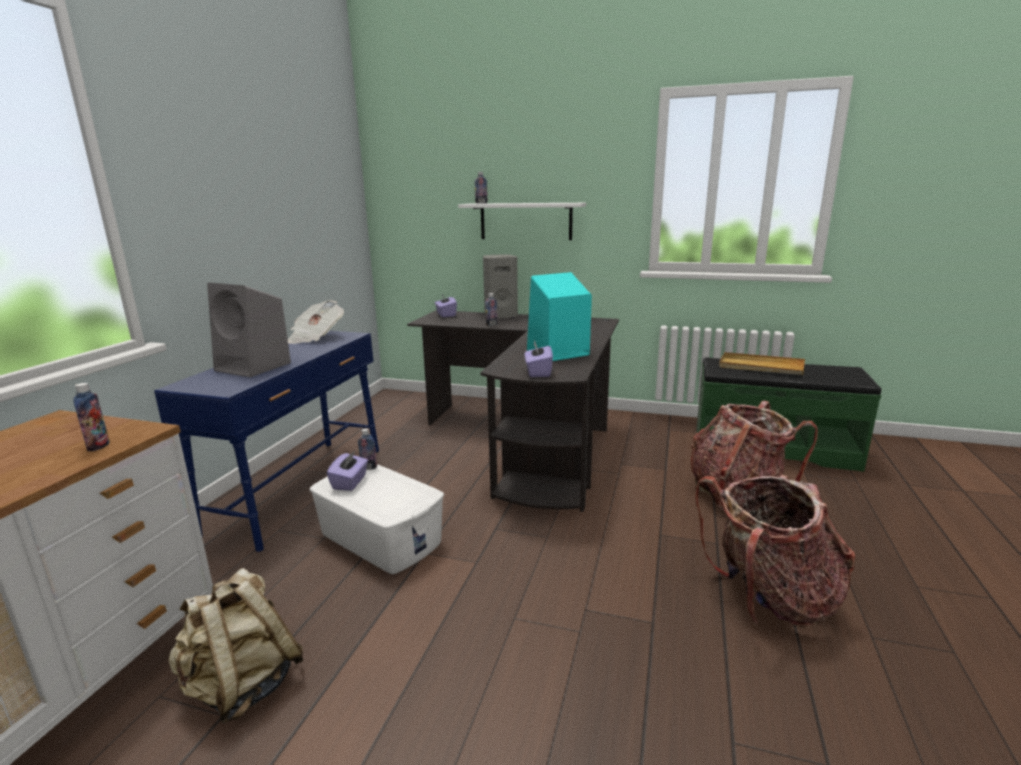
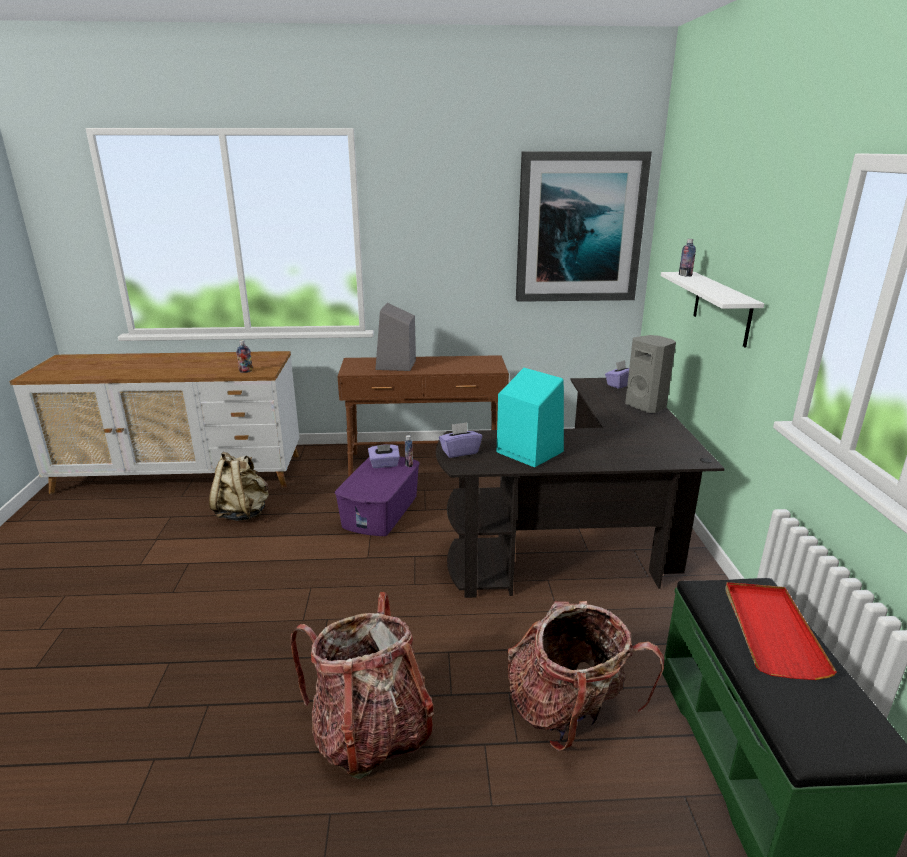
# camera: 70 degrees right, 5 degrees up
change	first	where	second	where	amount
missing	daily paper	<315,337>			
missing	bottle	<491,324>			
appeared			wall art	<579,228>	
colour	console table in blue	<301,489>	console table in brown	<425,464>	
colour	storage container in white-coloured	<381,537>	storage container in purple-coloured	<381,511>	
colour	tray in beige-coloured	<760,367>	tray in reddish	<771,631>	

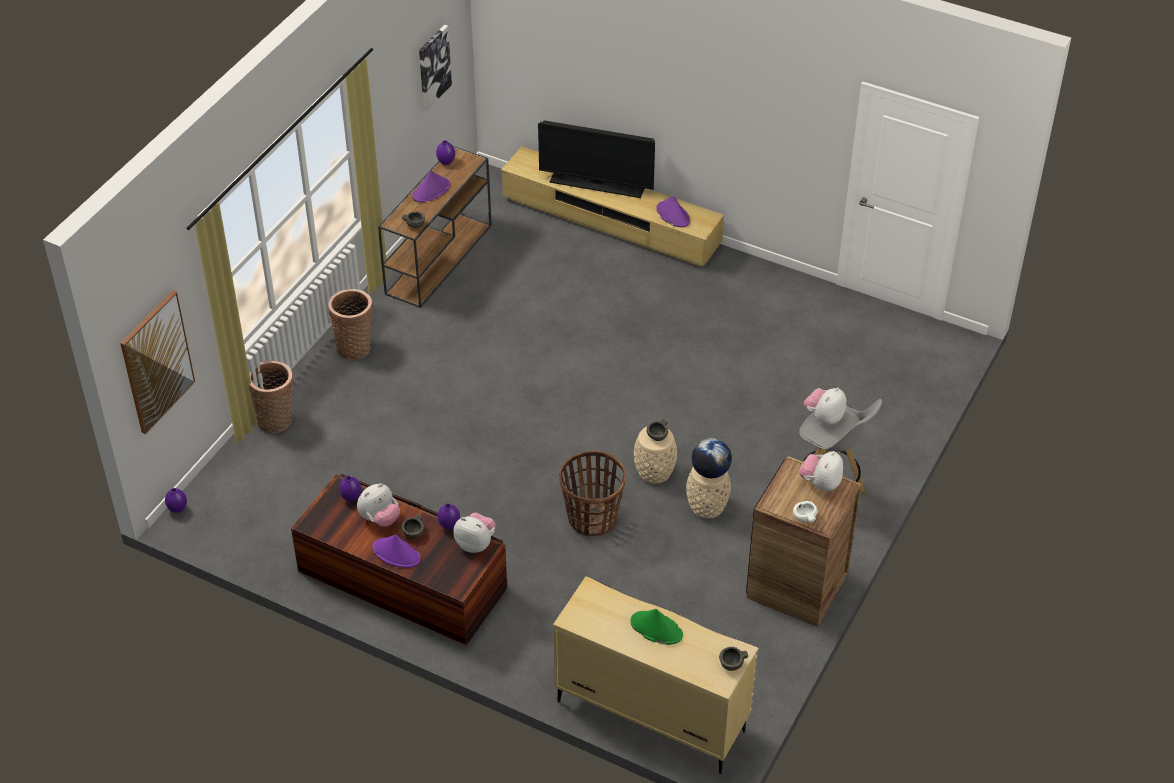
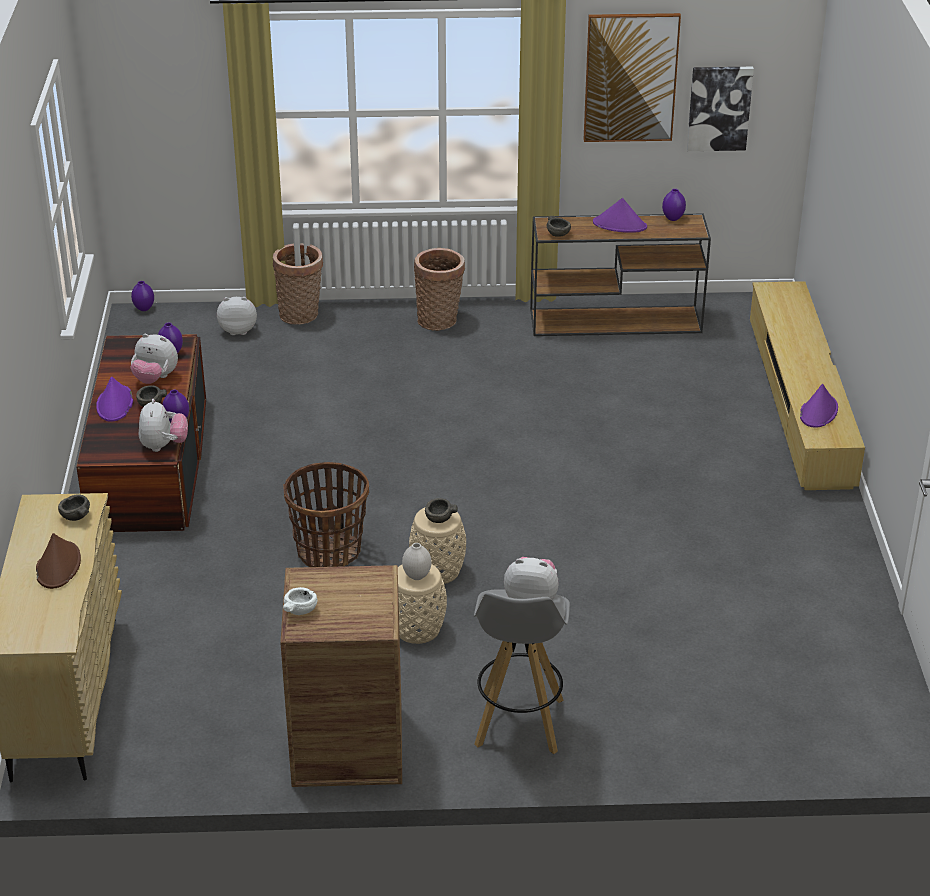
# camera: 60 degrees right, 10 degrees down
change	first	where	second	where	amount
missing	TV set	<597,185>			
relocated	wall art	<157,362>		<630,77>	
relocated	deep dish in greyish	<731,664>		<75,516>	
relocated	plush toy	<820,483>		<238,330>	
exchanged	desk globe	<710,471>	decorative vase in white-coloured	<416,576>	
colour	hat in greenish	<656,628>	hat in brown	<58,566>	

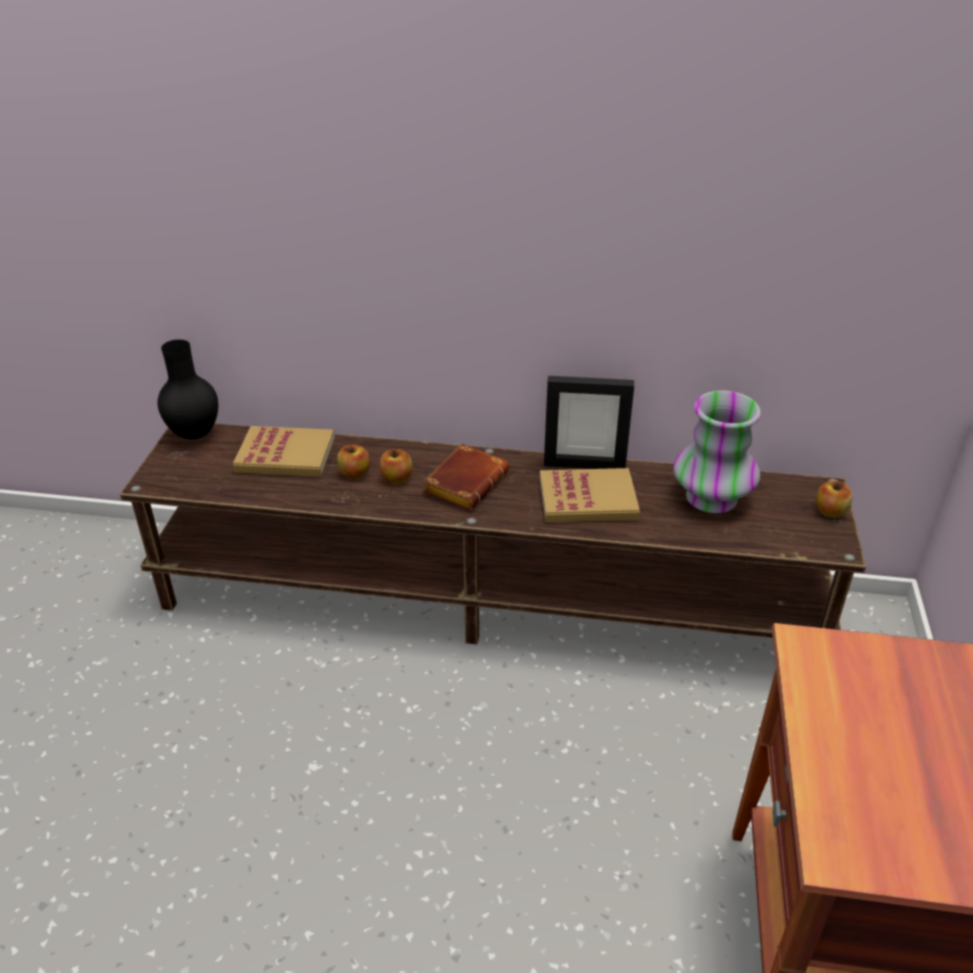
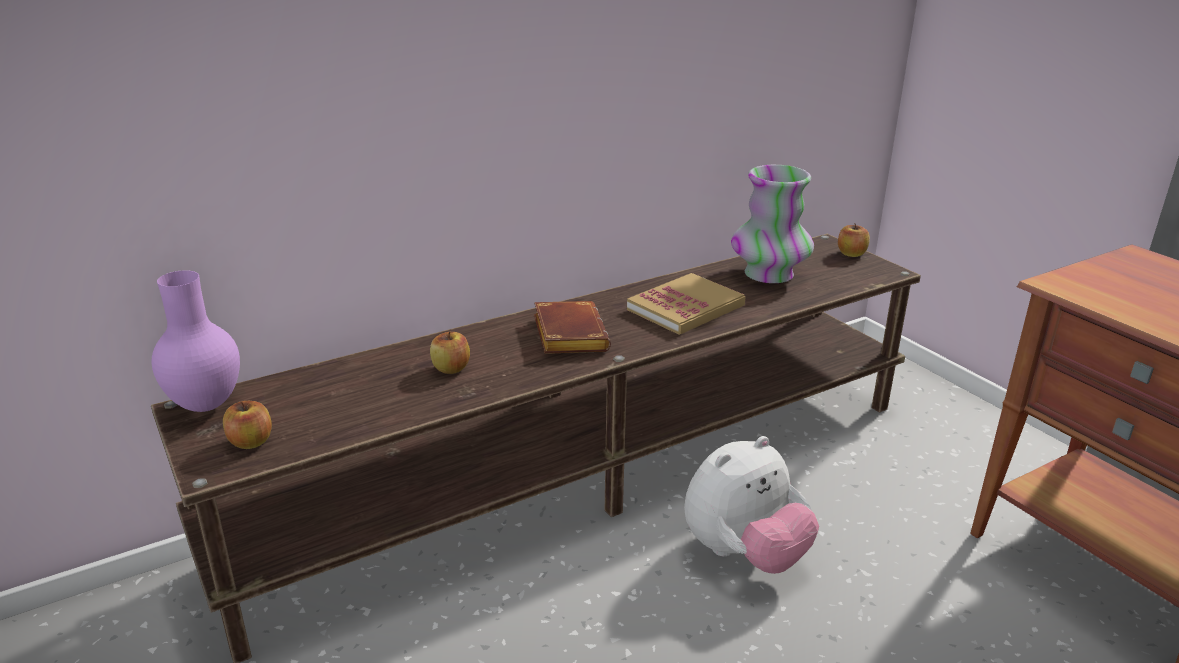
# camera: 40 degrees left, 10 degrees down
change	first	where	second	where	amount
missing	volume	<285,455>			
missing	photo frame	<584,464>			
appeared			plush toy	<744,554>	
relocated	apple fruit	<396,478>		<251,442>	
colour	decorative vase in black	<196,433>	decorative vase in purple-coloured	<207,404>	

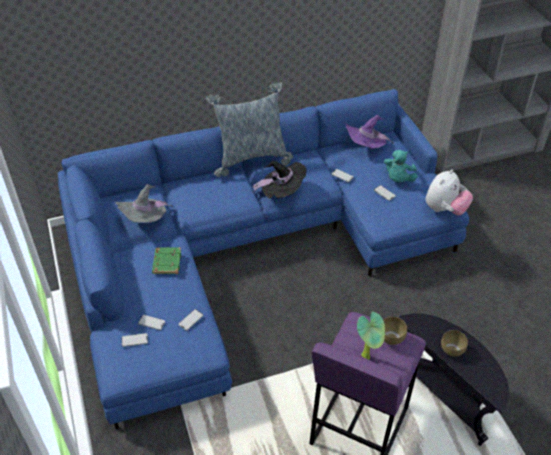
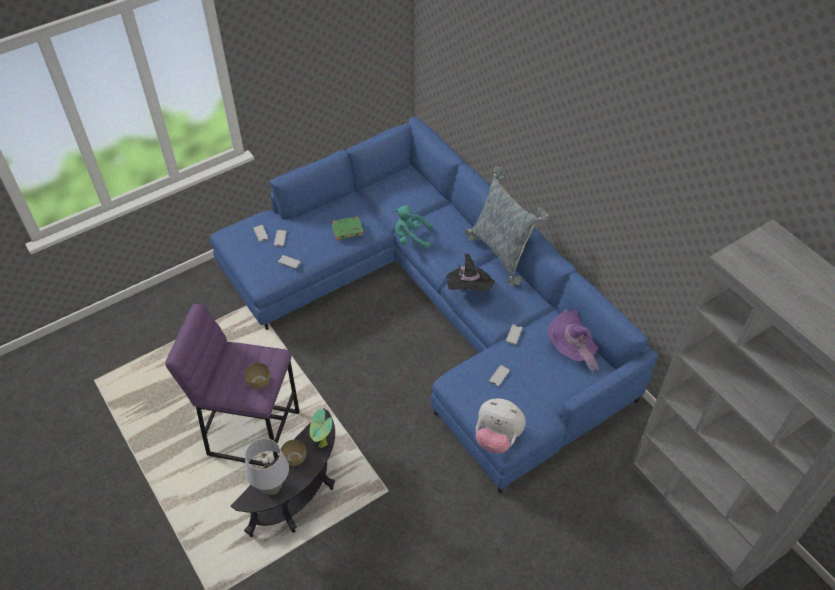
# camera: 75 degrees right, 5 degrees up
change	first	where	second	where	amount
missing	hat in greyish	<145,221>			
appeared			table lamp in greyish	<272,488>	
relocated	potted plant	<368,357>		<323,446>	
relocated	plush toy in turquoise	<398,179>		<411,238>	

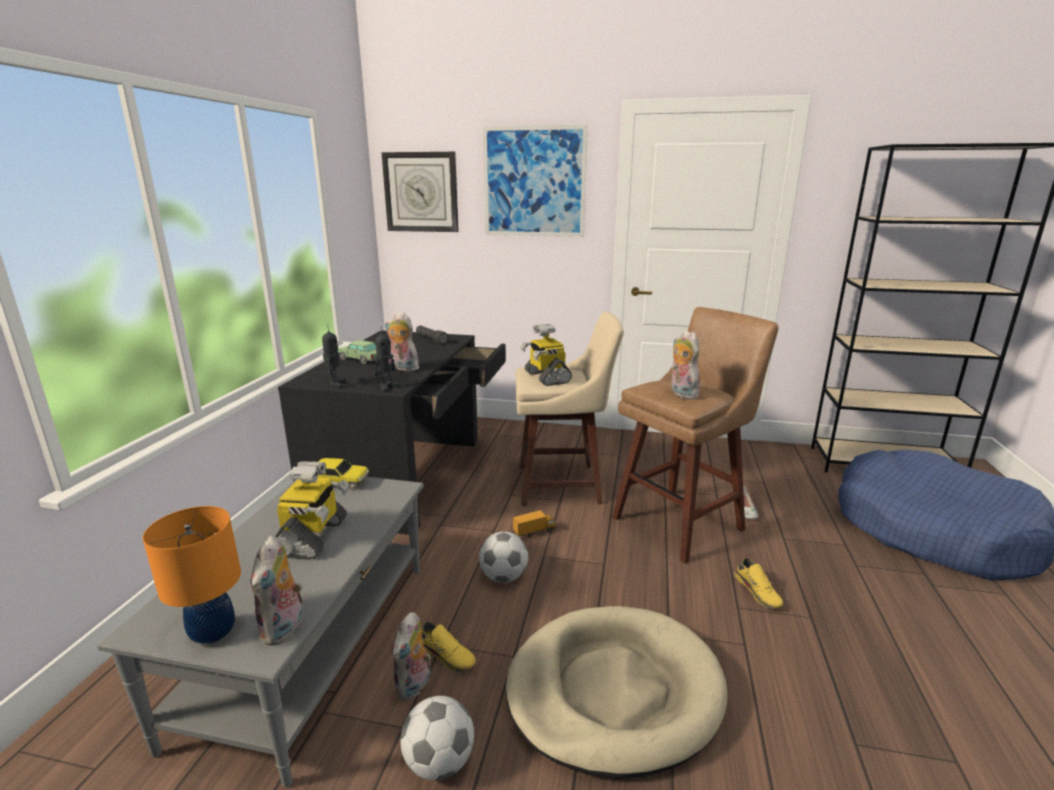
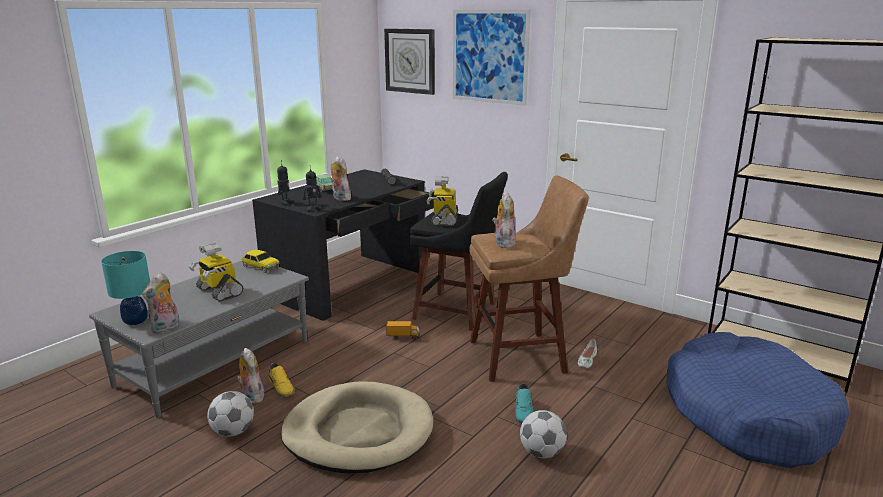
# camera: 25 degrees right, 0 degrees up
change	first	where	second	where	amount
relocated	football ball	<503,577>		<541,453>	
colour	table lamp in orangey	<215,632>	table lamp in turquoise	<137,321>	
colour	stool in beige-coloured	<563,484>	stool in black	<458,311>	
colour	item of footwear in yellow-coloured	<758,592>	item of footwear in turquoise	<524,412>	
spun	robot figure	<313,537>		<218,292>	105 degrees clockwise
spun	plush toy	<414,686>		<251,396>	105 degrees clockwise

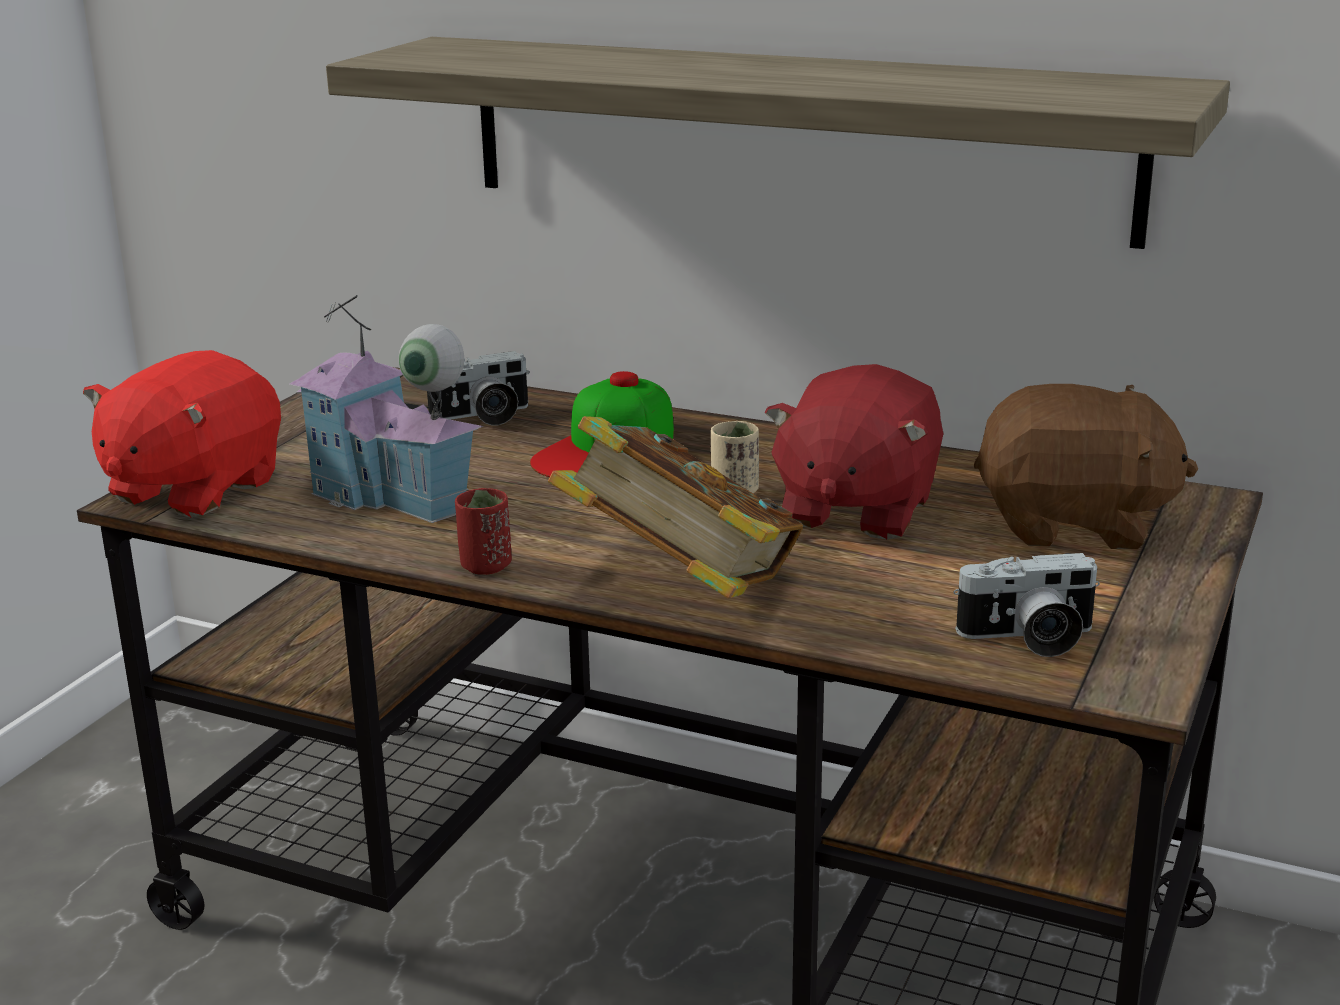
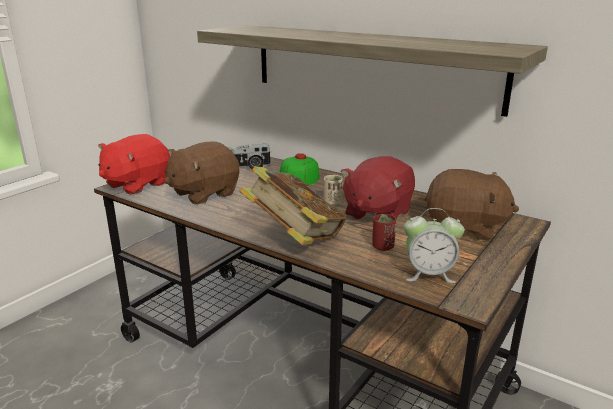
# camera: 10 degrees right, 0 degrees up
change	first	where	second	where	amount
relocated	drinking cup in reddish	<485,566>		<382,247>	
exchanged	miniature house	<390,497>	plush toy in brown	<203,193>	
exchanged	still camera	<1029,638>	bedside clock	<429,274>	

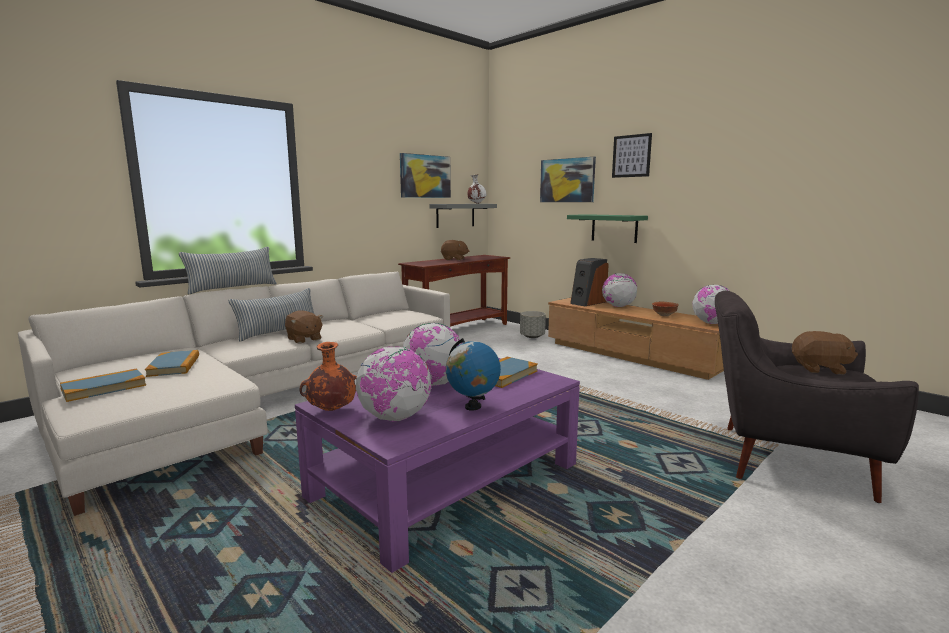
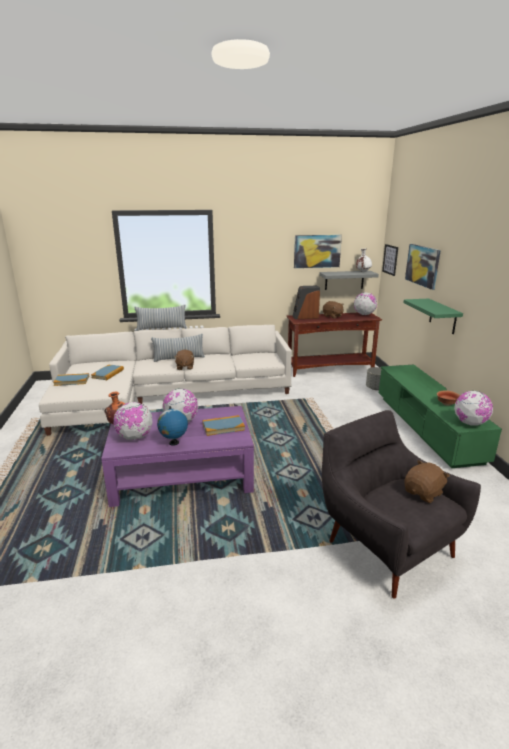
# camera: 35 degrees right, 10 degrees up
change	first	where	second	where	amount
relocated	speaker	<588,302>		<305,317>	
relocated	desk globe	<618,306>		<364,314>	
relocated	wall art	<631,156>		<390,259>	
colour	tv stand in brown	<632,356>	tv stand in greenish	<427,427>	
spun	plush toy in brown	<820,369>		<423,493>	90 degrees counterclockwise

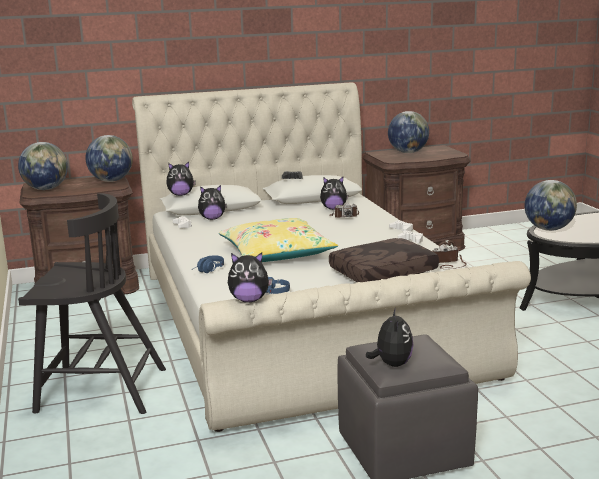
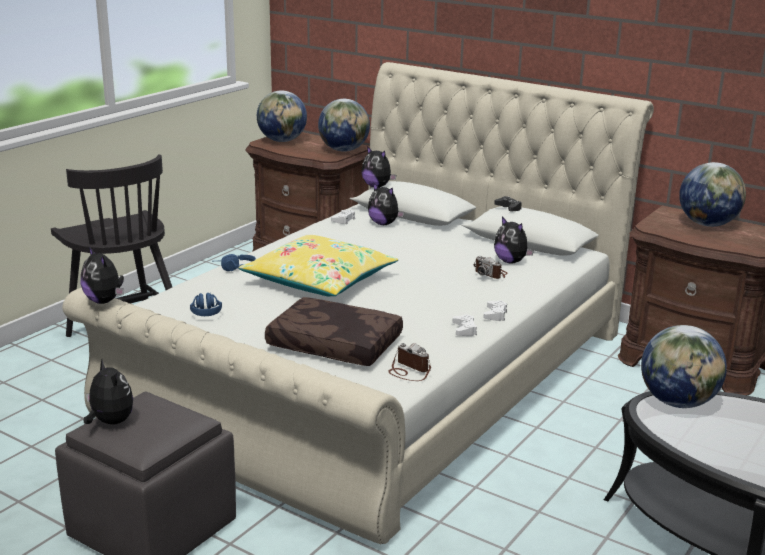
# camera: 50 degrees right, 5 degrees up
change	first	where	second	where	amount
spun	plush toy	<391,364>		<110,422>	90 degrees counterclockwise

